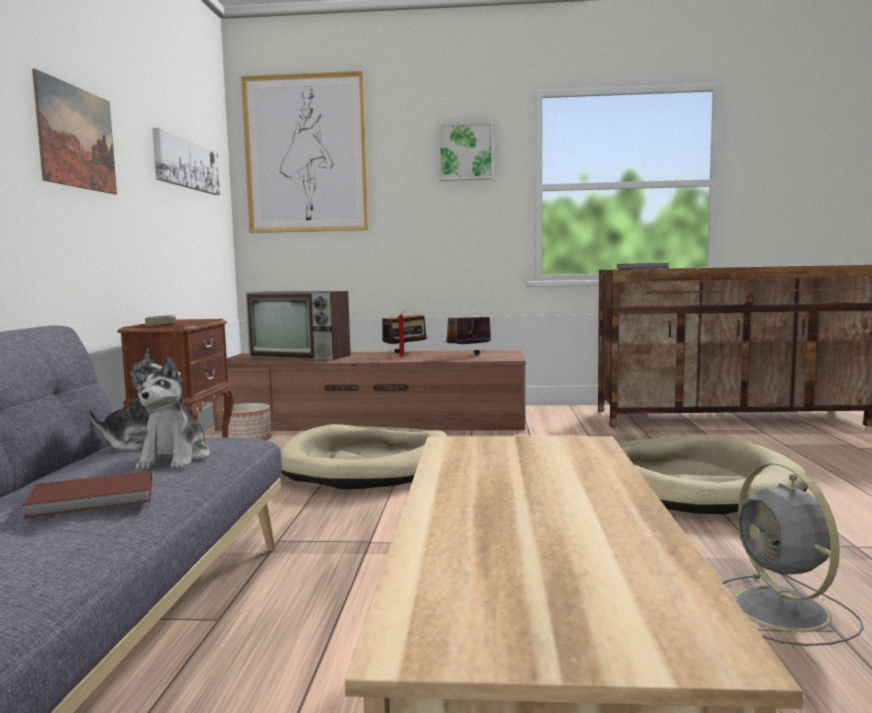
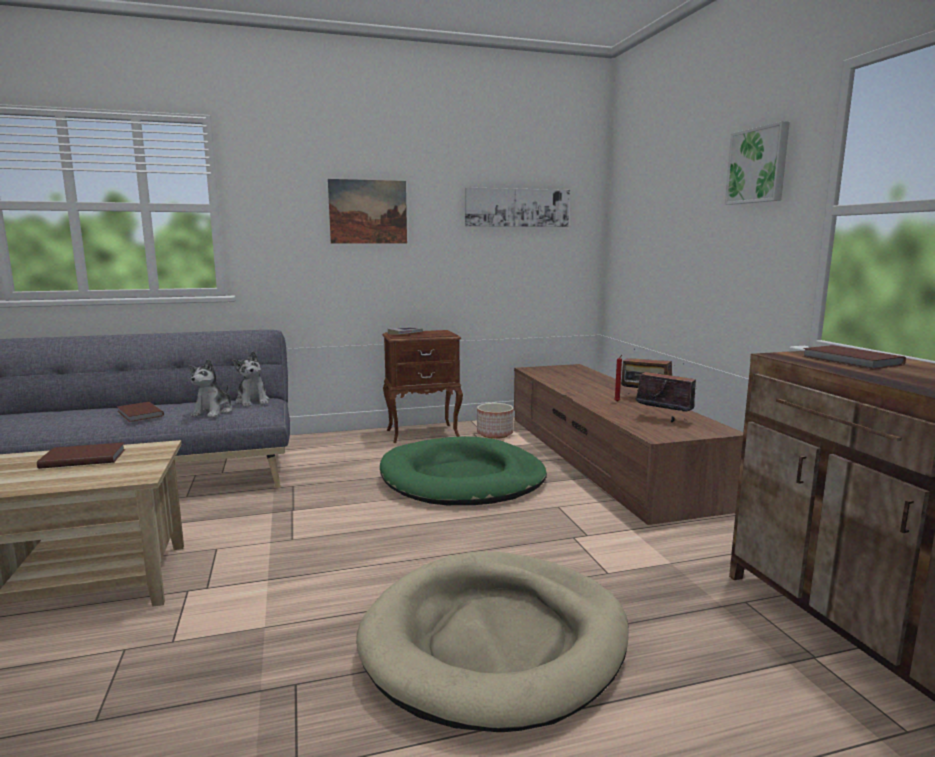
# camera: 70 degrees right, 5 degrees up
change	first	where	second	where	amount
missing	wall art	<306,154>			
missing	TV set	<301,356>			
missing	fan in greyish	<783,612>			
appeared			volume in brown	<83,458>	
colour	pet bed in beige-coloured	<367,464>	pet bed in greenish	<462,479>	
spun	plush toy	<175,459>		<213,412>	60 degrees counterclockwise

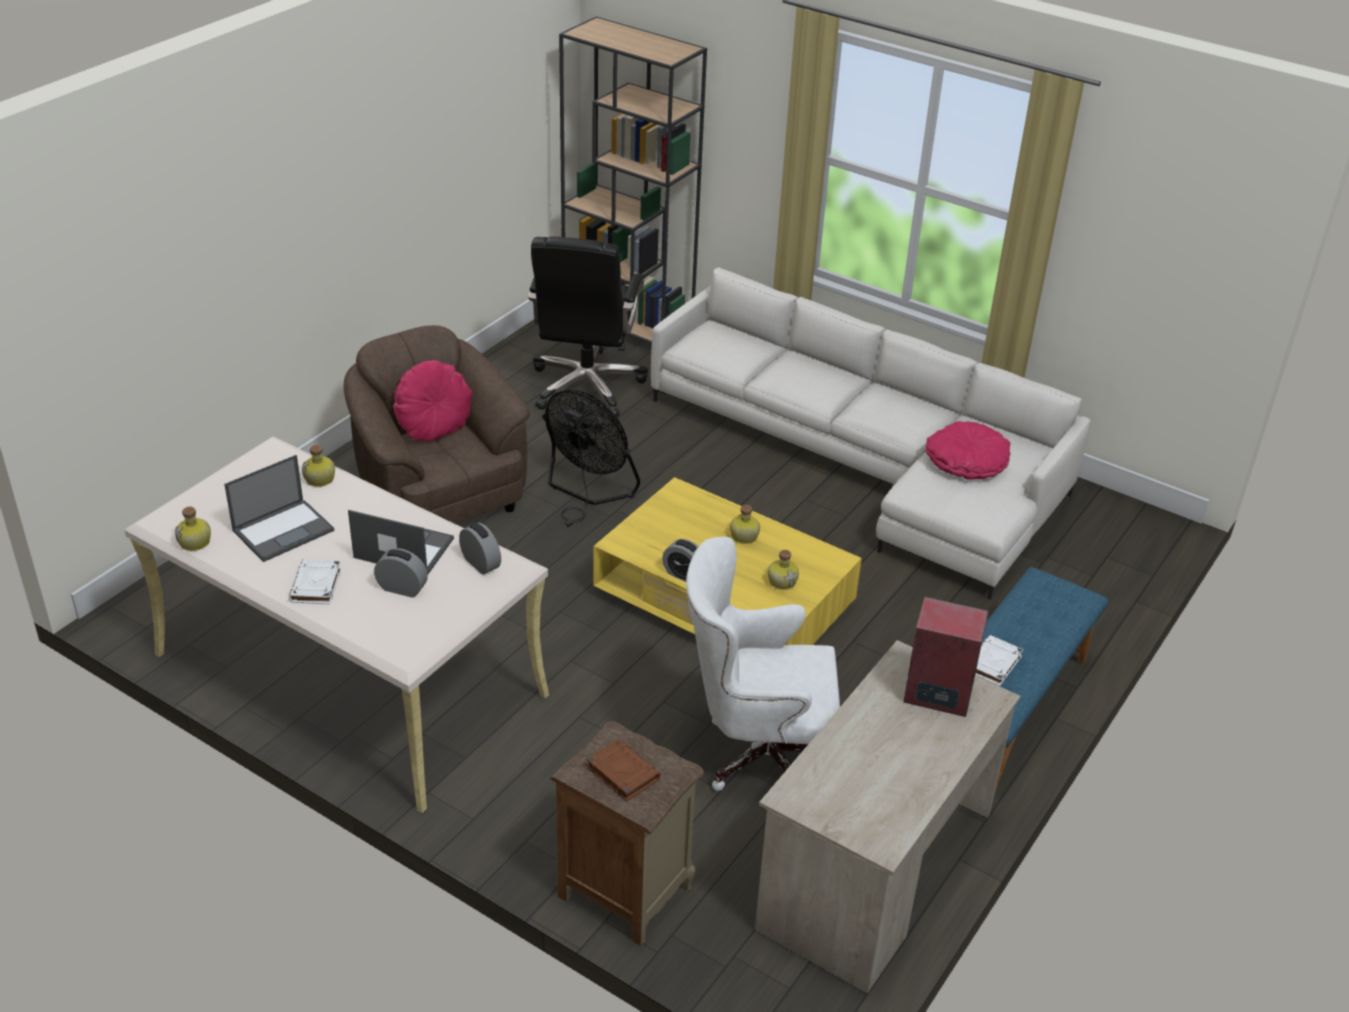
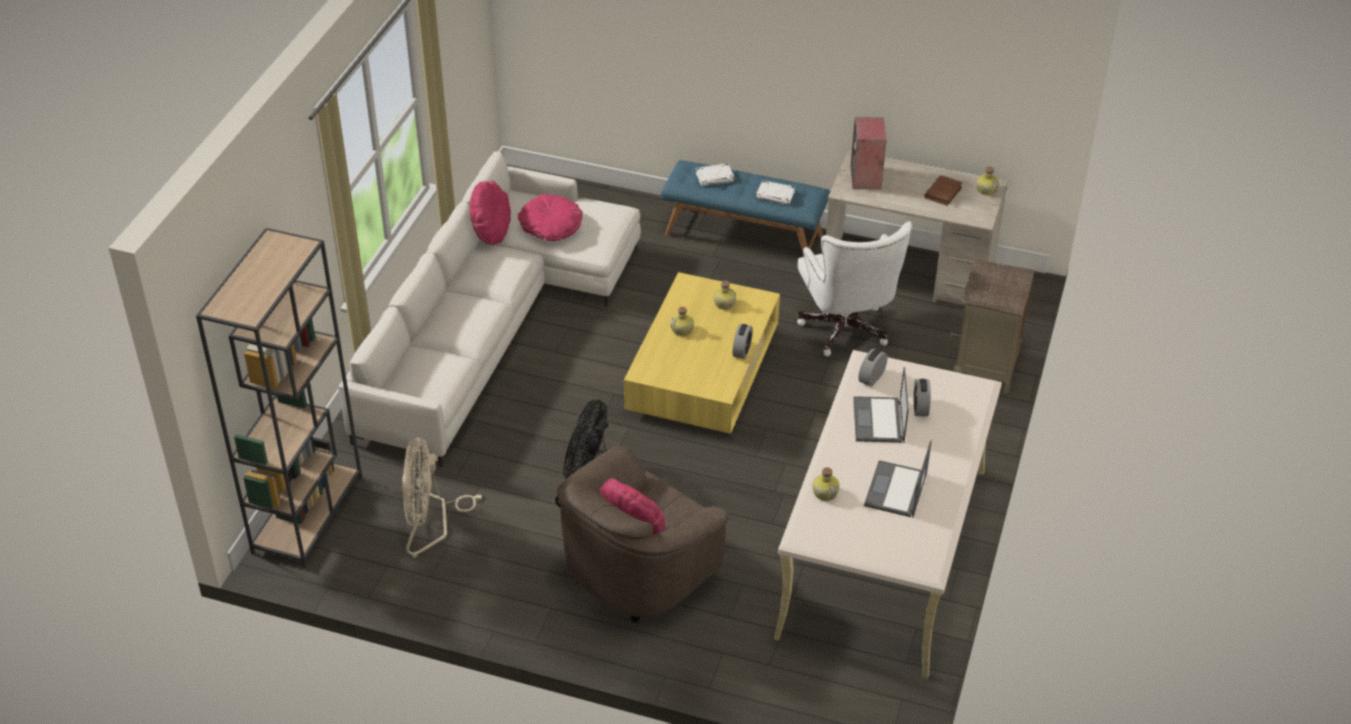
# camera: 105 degrees left, 5 degrees up
change	first	where	second	where	amount
appeared			throw pillow in pink-coloured	<492,234>	
relocated	bottle	<196,542>		<986,189>	
relocated	volume in white-coloured	<316,586>		<715,177>	
relocated	volume in brown	<622,773>		<943,193>	
exchanged	desk chair in black	<586,386>	fan in beige-coloured	<431,518>	
spun	portable computer	<284,530>		<896,490>	105 degrees counterclockwise

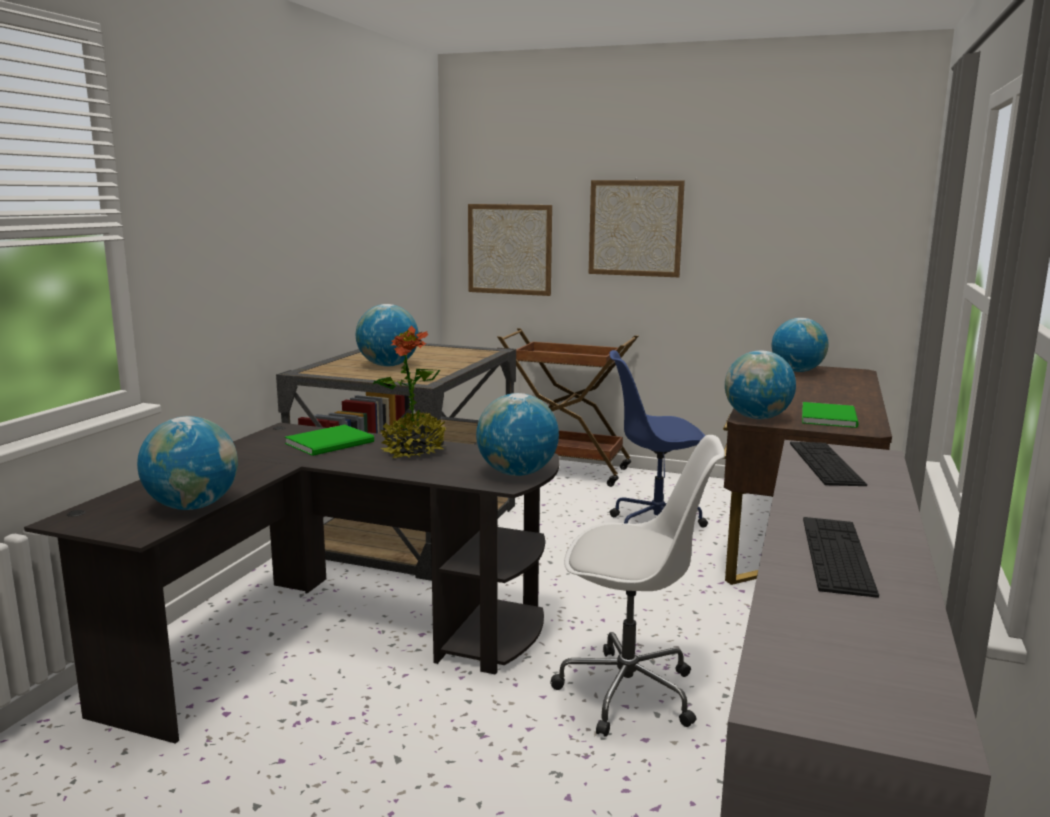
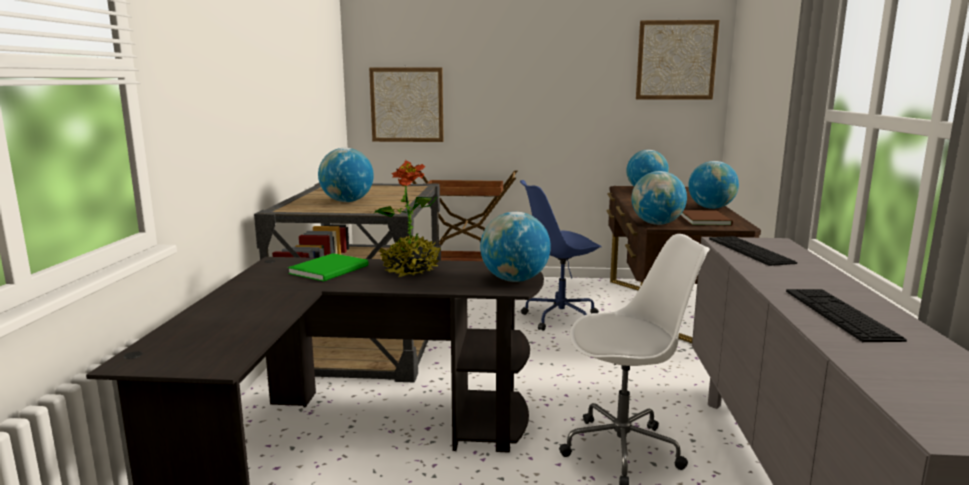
# camera: 15 degrees left, 0 degrees up
change	first	where	second	where	amount
relocated	desk globe	<193,506>		<711,208>	
relocated	wall art	<635,227>		<676,59>	
colour	volume in greenish	<830,417>	volume in brown	<705,219>	

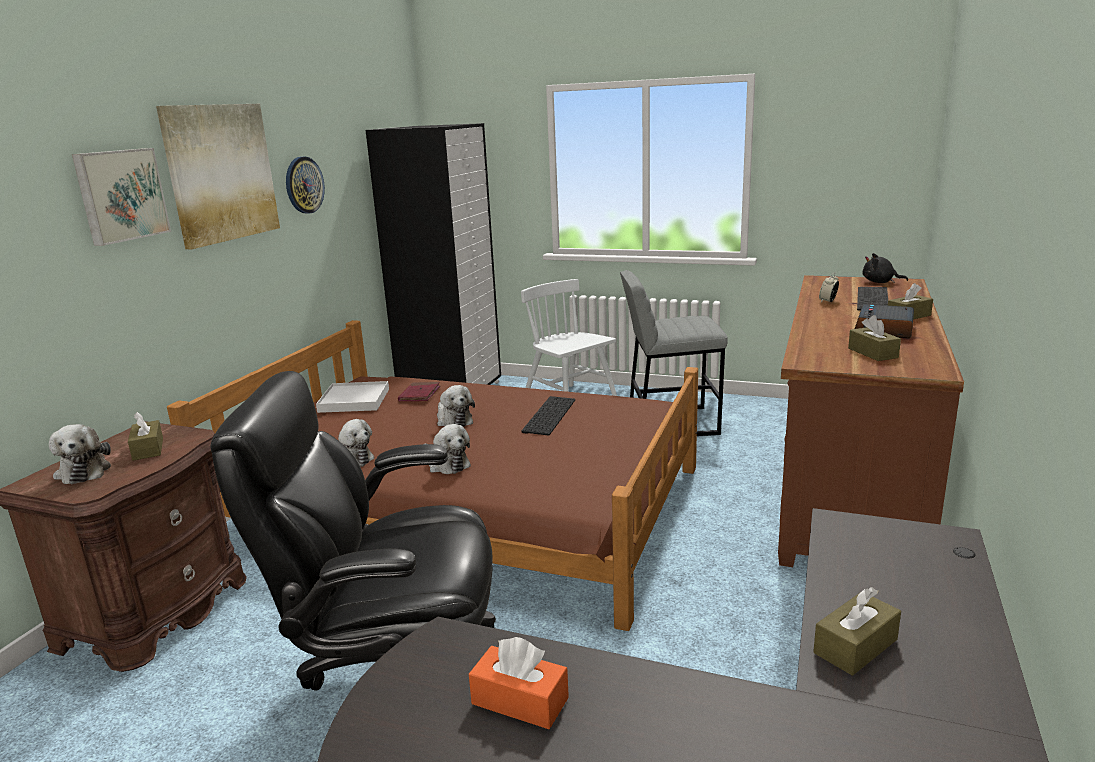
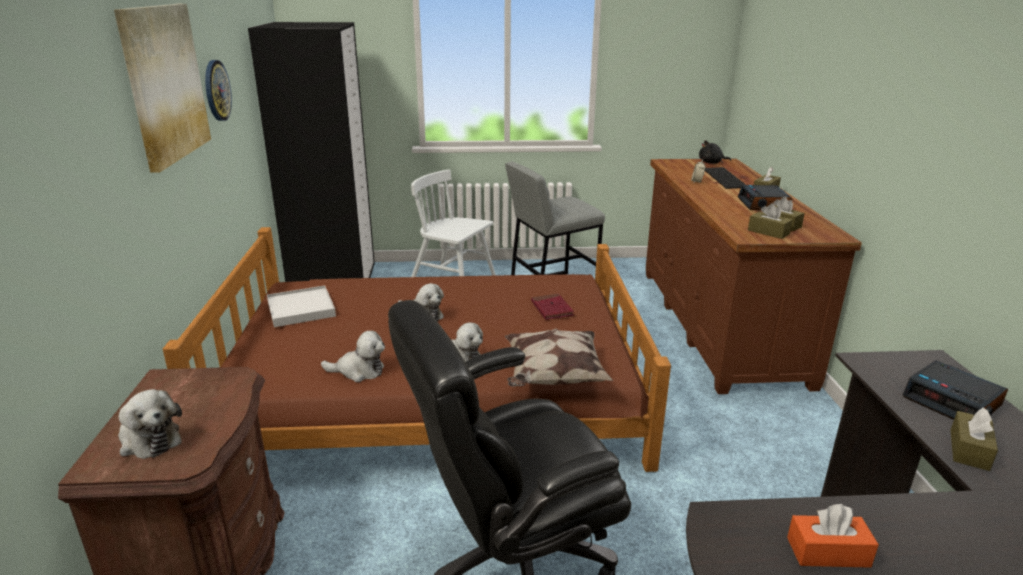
# camera: 25 degrees left, 5 degrees up
change	first	where	second	where	amount
missing	wall art	<120,195>			
missing	computer keyboard	<548,415>			
appeared			throw pillow	<553,377>	
appeared			bedside clock	<952,402>	
relocated	tissue box in brown	<148,449>		<768,232>	
relocated	volume in reddish	<419,394>		<552,309>	

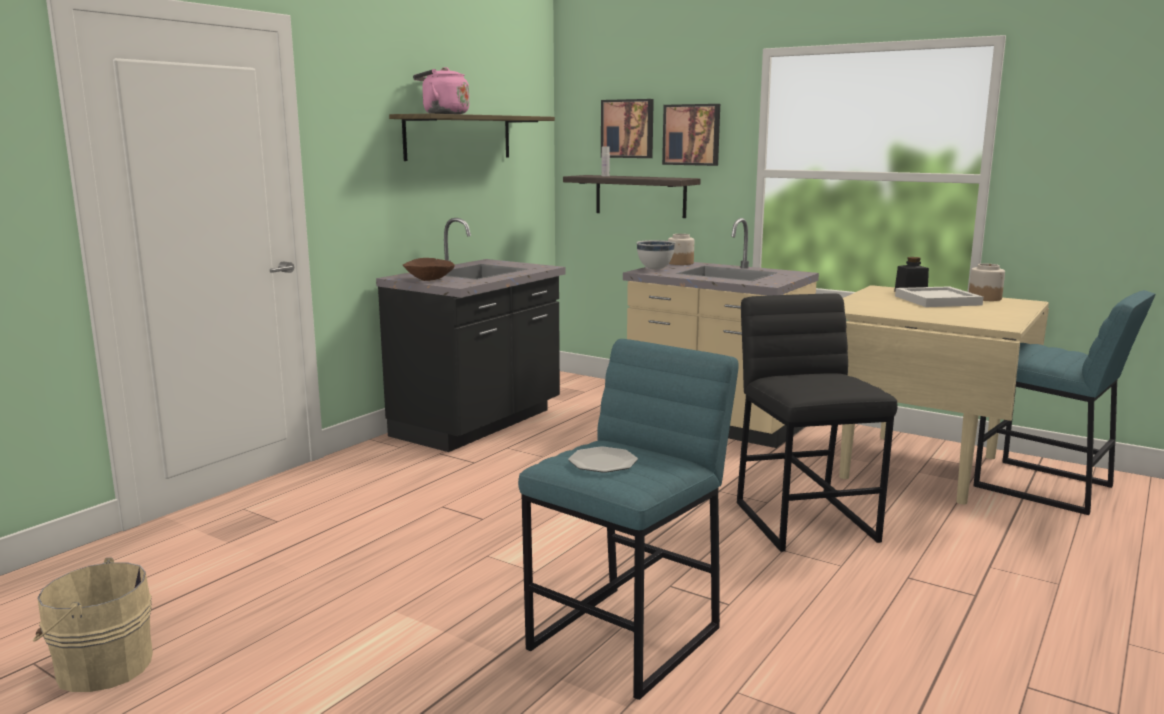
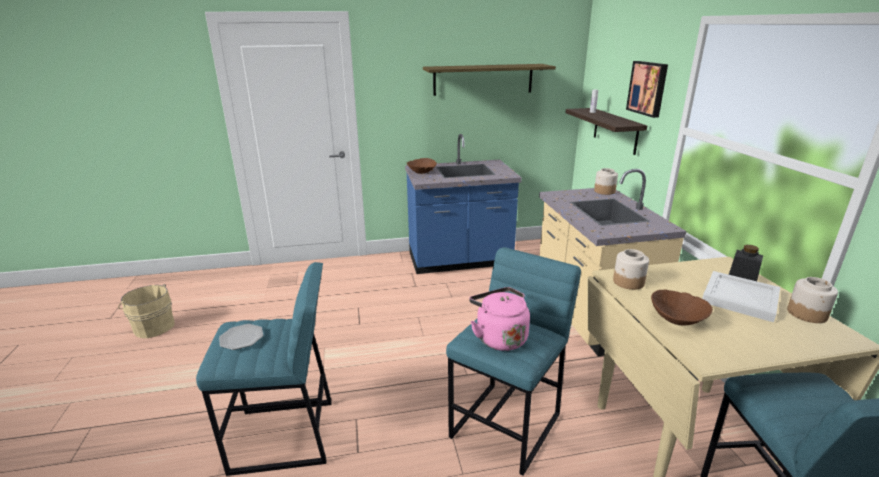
# camera: 45 degrees right, 10 degrees up
change	first	where	second	where	amount
missing	wall art	<628,128>			
missing	deep dish in white-coloured	<654,269>			
appeared			storage jar	<628,282>	
appeared			deep dish in brown	<676,319>	
relocated	kettle in pink-coloured	<443,114>		<499,337>	
colour	counter in black	<479,424>	counter in blue	<459,261>	
colour	stool in black	<803,520>	stool in blue	<507,423>	

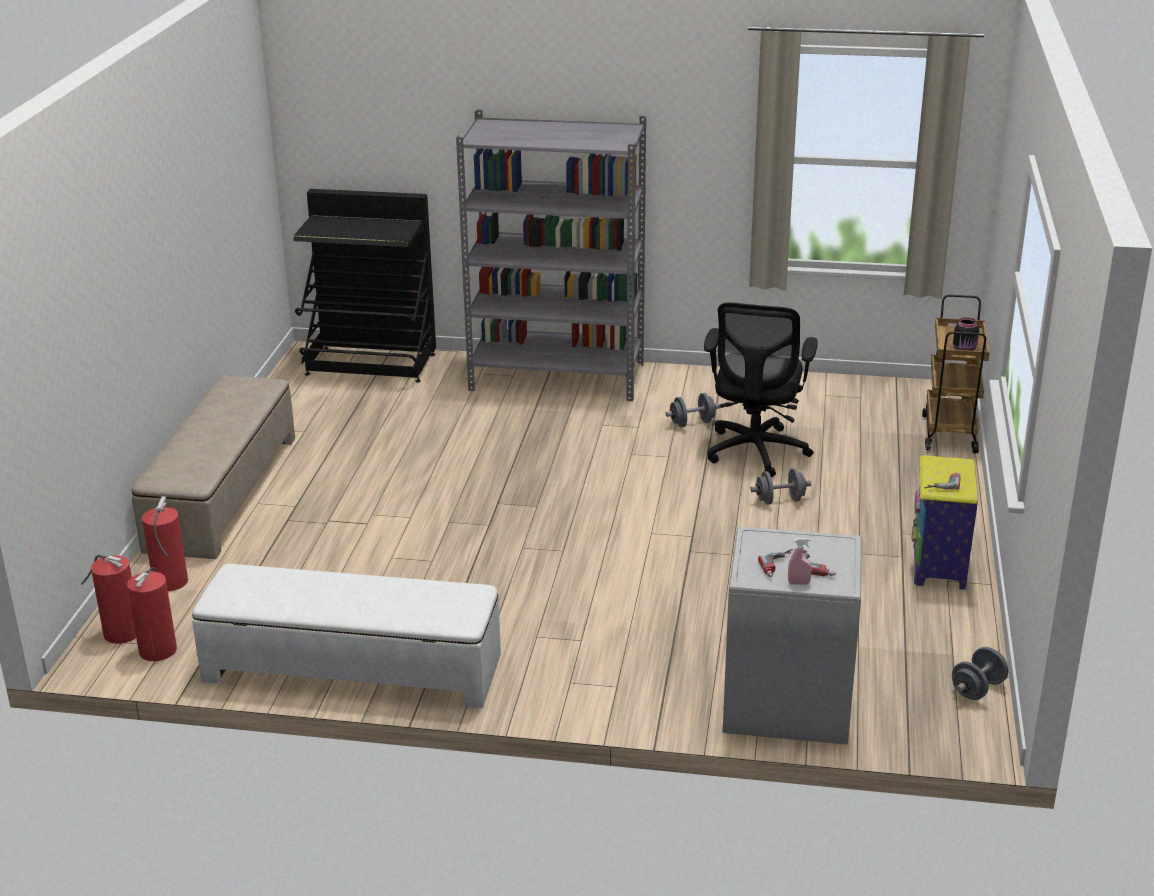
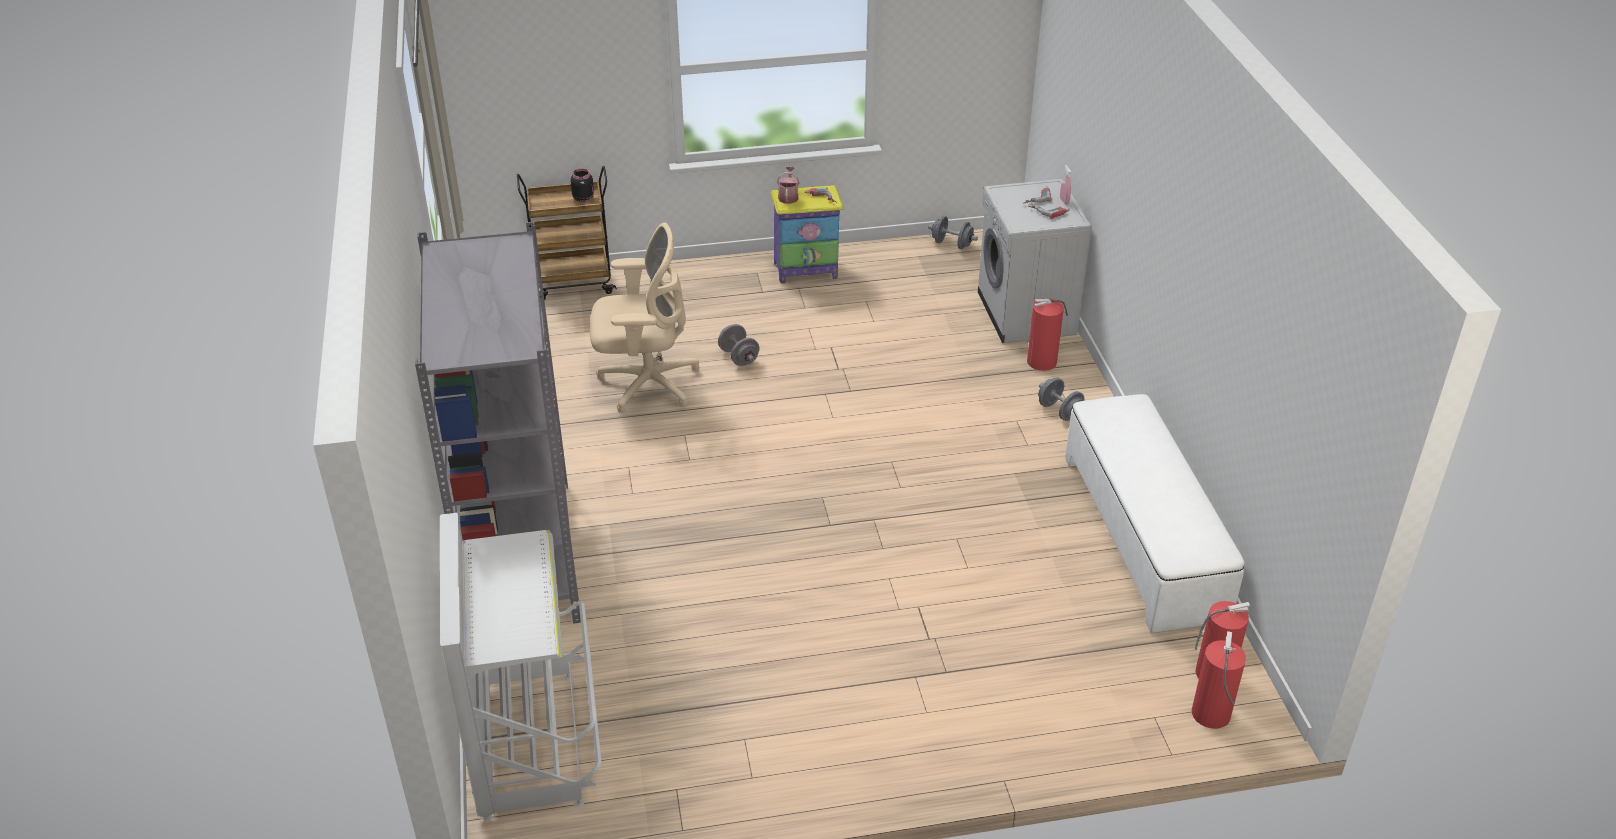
# camera: 110 degrees left, 10 degrees up
change	first	where	second	where	amount
missing	long seat in beige-coloured	<222,491>			
appeared			sprinkling can	<788,196>	
relocated	fire extinguisher	<169,582>		<1043,361>	
relocated	free weight in greyish	<692,423>		<1060,411>	
colour	shoe stand in black	<369,366>	shoe stand in white-coloured	<536,743>	
colour	desk chair in black	<755,447>	desk chair in beige-coloured	<642,385>	

